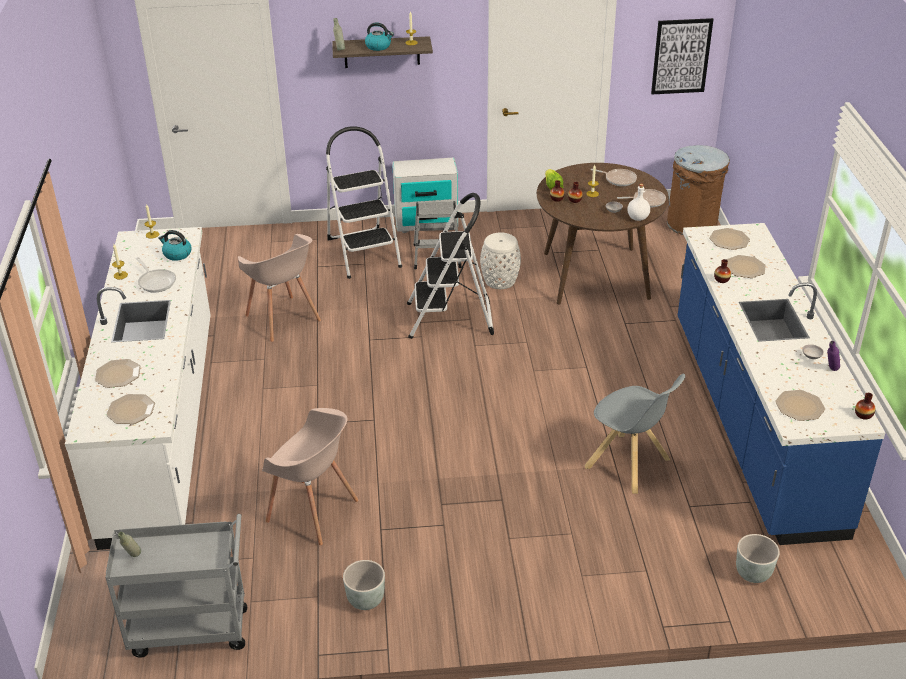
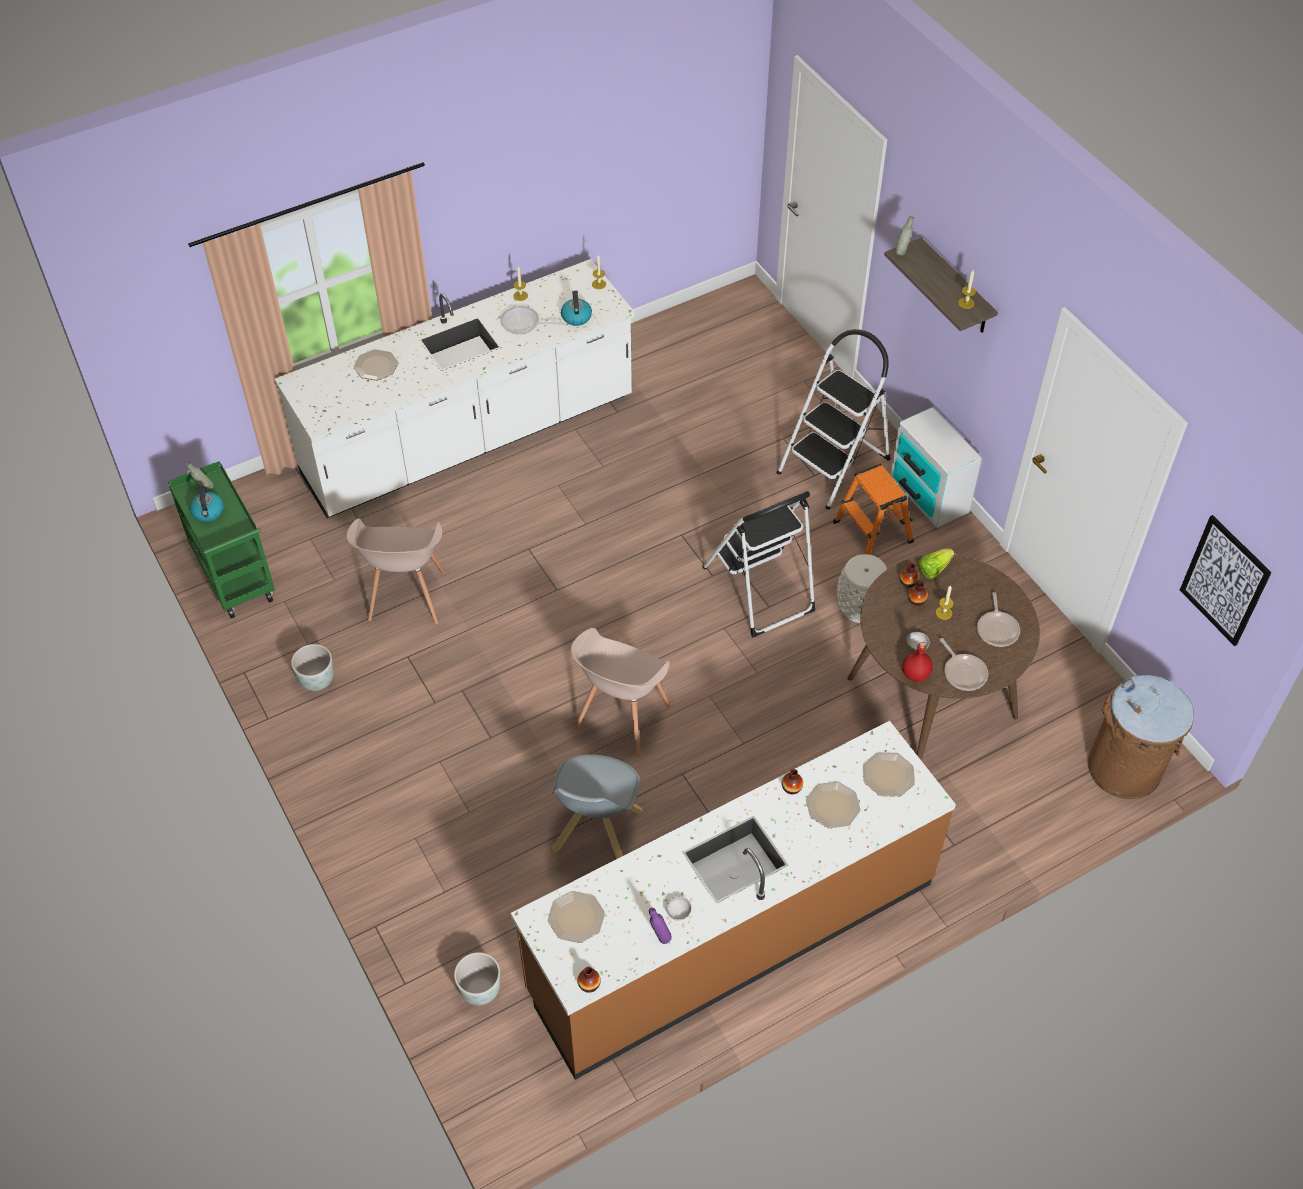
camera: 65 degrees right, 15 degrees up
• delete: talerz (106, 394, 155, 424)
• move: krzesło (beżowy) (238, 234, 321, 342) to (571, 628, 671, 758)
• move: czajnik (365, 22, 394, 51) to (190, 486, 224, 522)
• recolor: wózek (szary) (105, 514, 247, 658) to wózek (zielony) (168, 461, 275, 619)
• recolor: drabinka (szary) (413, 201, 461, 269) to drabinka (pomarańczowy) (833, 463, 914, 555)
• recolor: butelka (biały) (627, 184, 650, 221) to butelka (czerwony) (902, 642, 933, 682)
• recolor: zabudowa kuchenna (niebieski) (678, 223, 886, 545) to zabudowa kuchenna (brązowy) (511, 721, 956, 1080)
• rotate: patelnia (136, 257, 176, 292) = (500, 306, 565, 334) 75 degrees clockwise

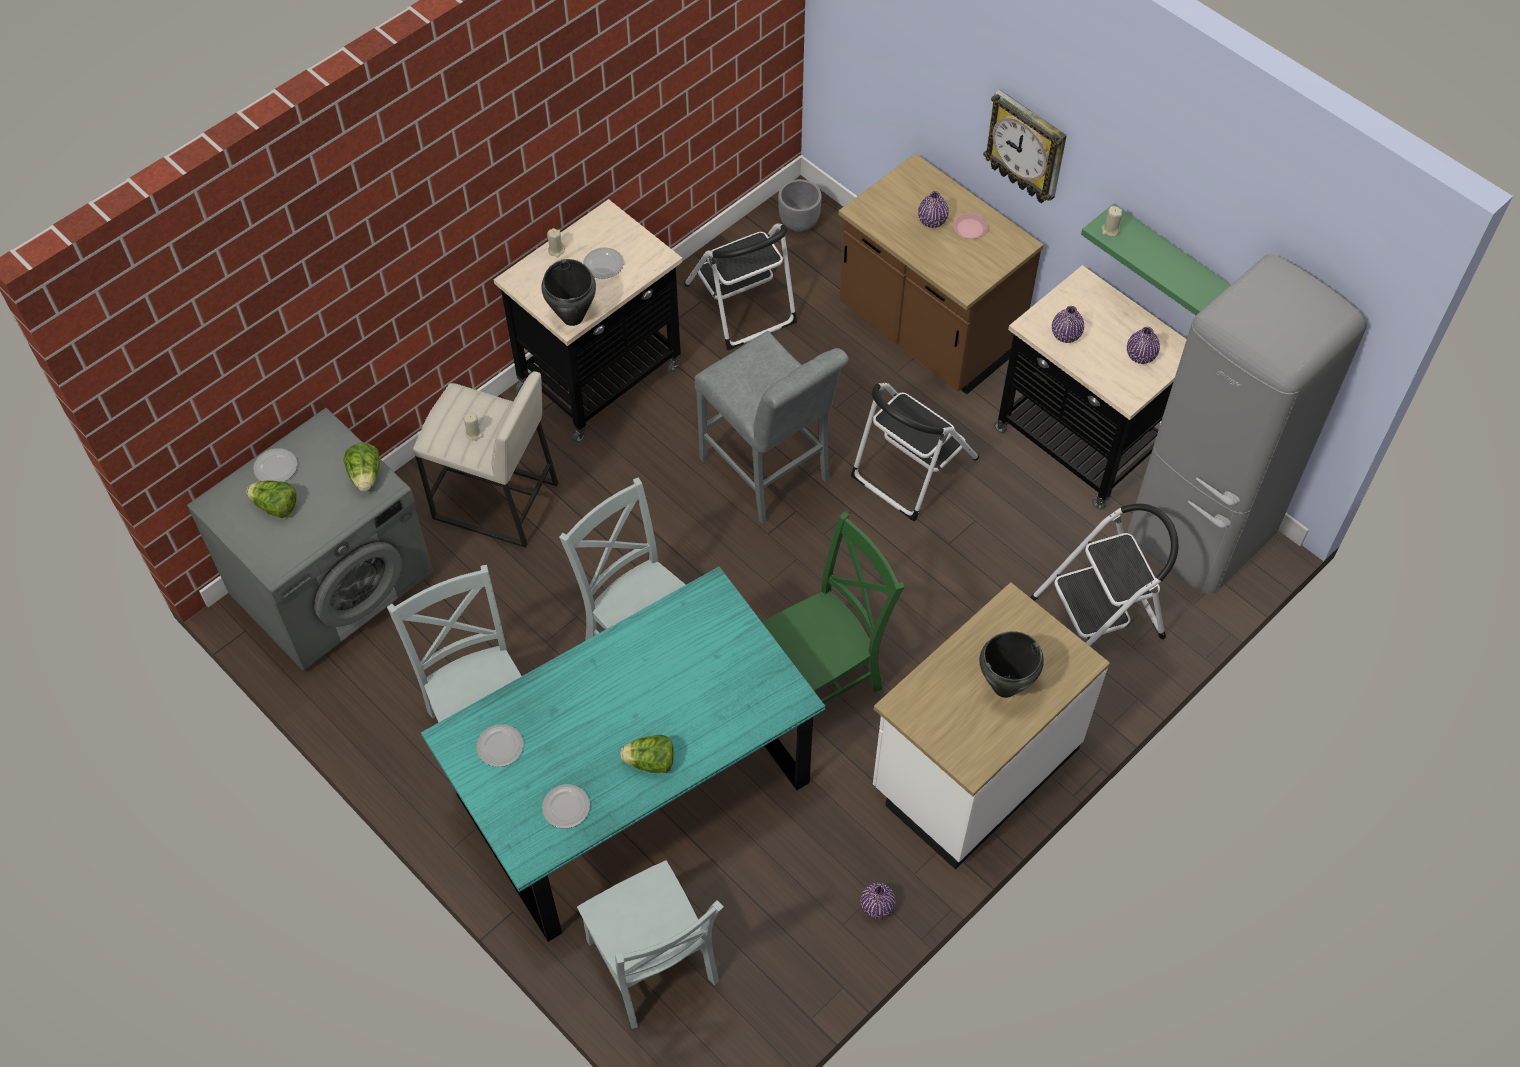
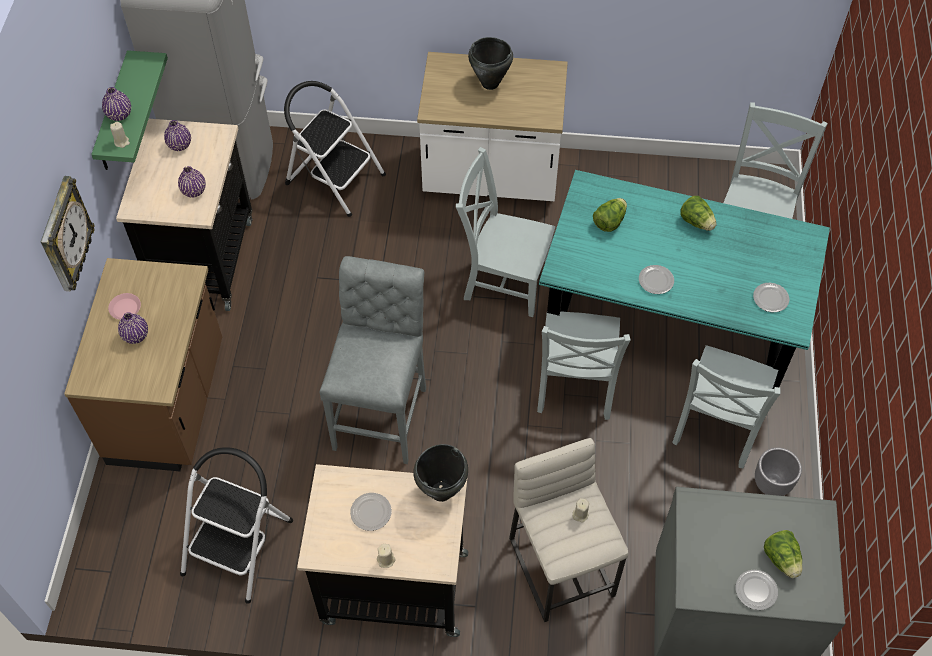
camera: 130 degrees left, 0 degrees up
• delete: drabinka (851, 383, 979, 521)
• move: sałata (343, 443, 380, 491) to (593, 198, 627, 232)
• move: talerz (542, 784, 590, 828) to (639, 265, 674, 294)
• move: donica (szary) (778, 179, 822, 232) to (755, 447, 802, 496)
• move: wazon (fioletowy) (861, 883, 895, 919) to (102, 87, 131, 121)
• recolor: krzesło (zielony) (762, 511, 905, 704) to krzesło (szary) (456, 147, 556, 317)

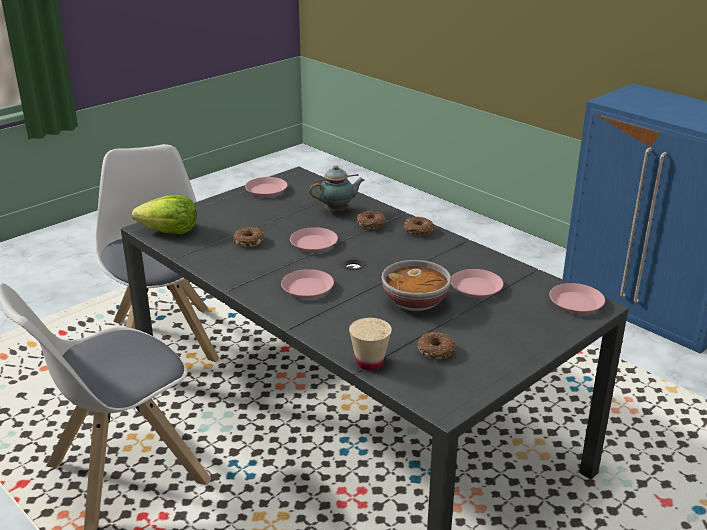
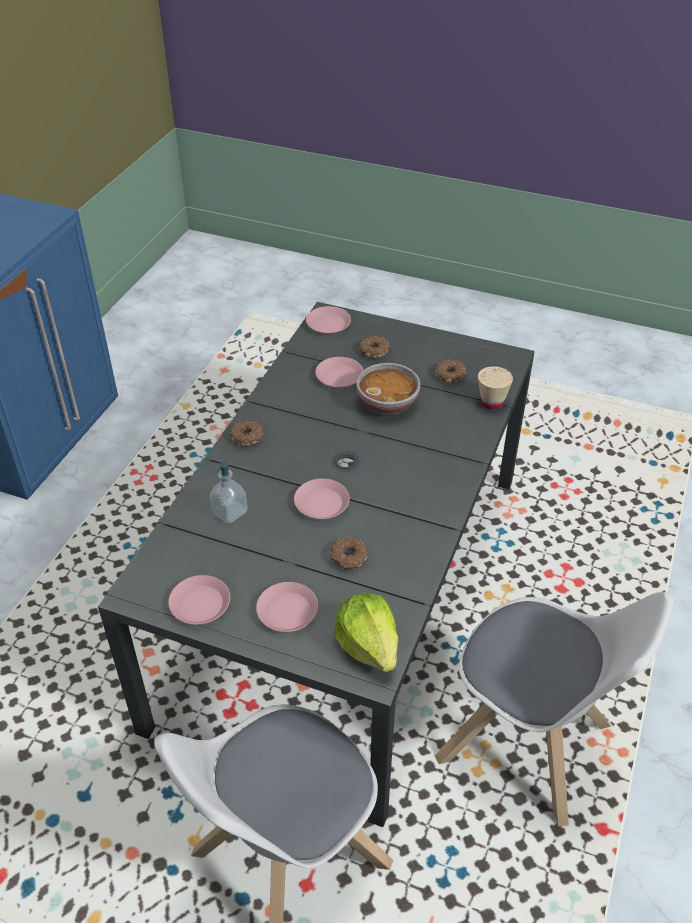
camera: 115 degrees left, 15 degrees up
• move: talerz (różowy) (281, 269, 334, 299) to (256, 582, 318, 632)
• move: donut (357, 211, 386, 229) to (360, 336, 390, 358)
• replace: imbryk (309, 165, 365, 212) to dozownik mydła (210, 461, 248, 523)

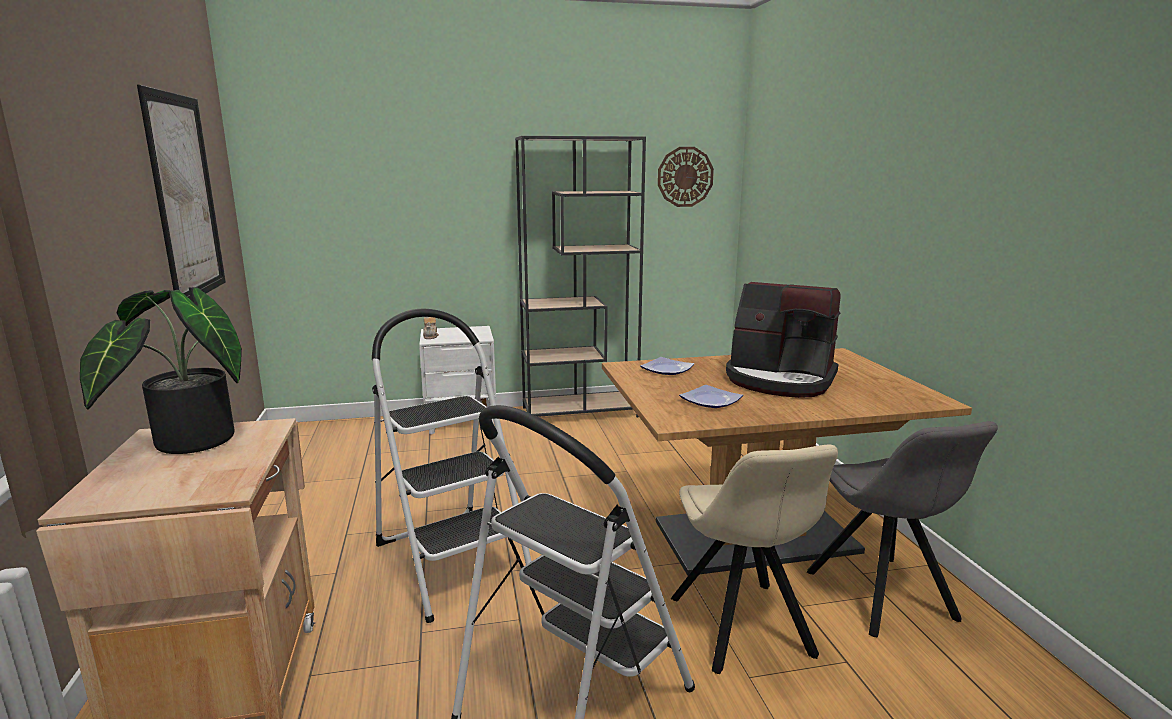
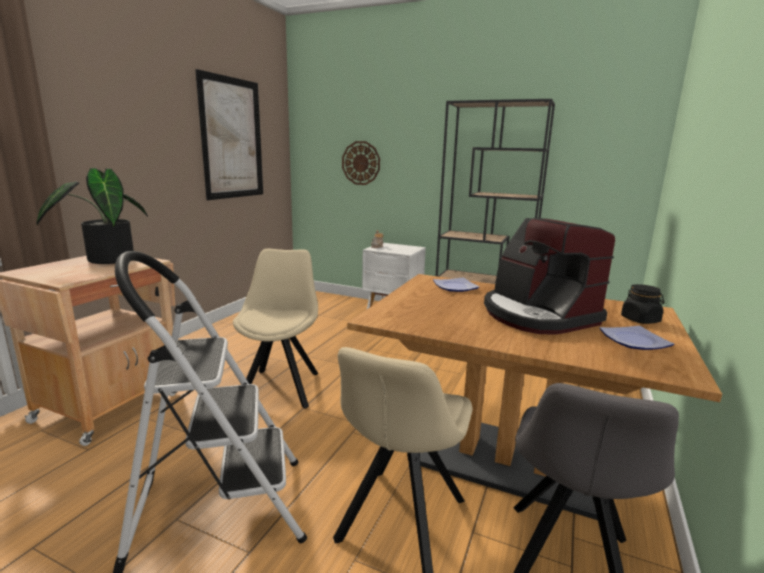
camera: 35 degrees right, 0 degrees up
• insert: słoik (czarny) (621, 284, 664, 324)
• move: zegar ścienny (658, 147, 714, 207) to (342, 141, 380, 185)
• move: talerz (679, 385, 743, 408) to (599, 326, 674, 350)
• replace: drabinka (372, 309, 532, 623) to krzesło (beżowy) (233, 249, 318, 408)

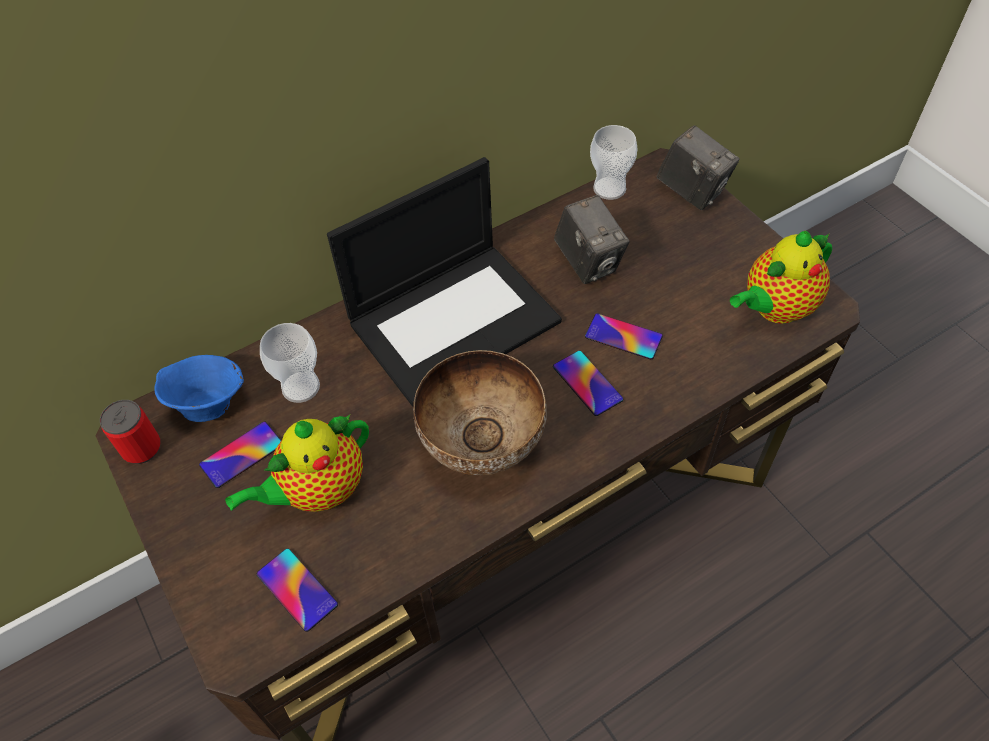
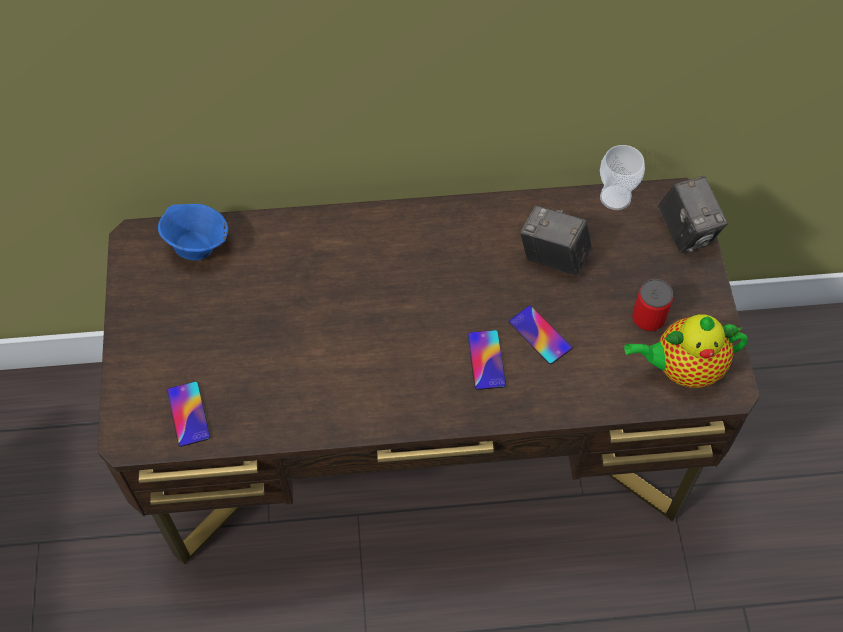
camera: 25 degrees right, 5 degrees up
• delete: telefon (199, 422, 281, 488)
• delete: imbryk (225, 415, 369, 512)
• delete: filiżanka (260, 323, 320, 403)
• delete: laptop (327, 157, 562, 406)
• delete: miska (413, 350, 547, 475)
• move: puszka (100, 400, 161, 464) to (632, 279, 673, 331)
• rotate: aparat fotograficzny (554, 195, 629, 284) = (520, 206, 592, 276) 120 degrees clockwise

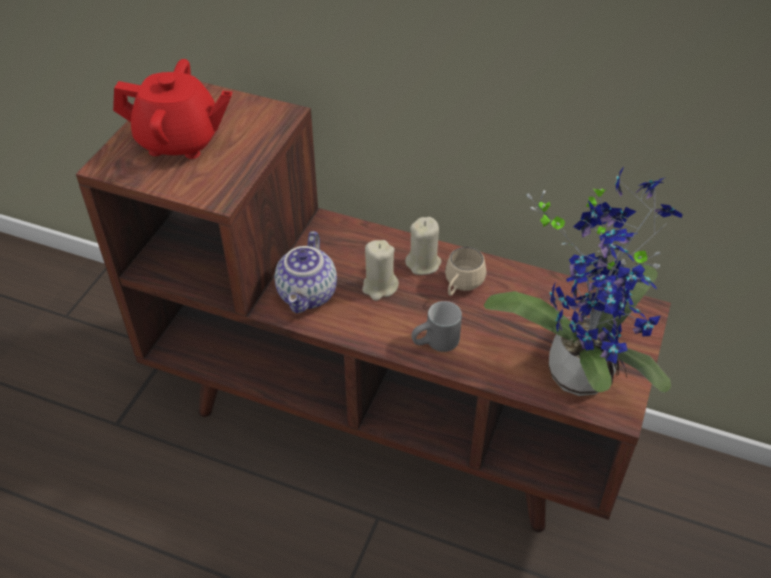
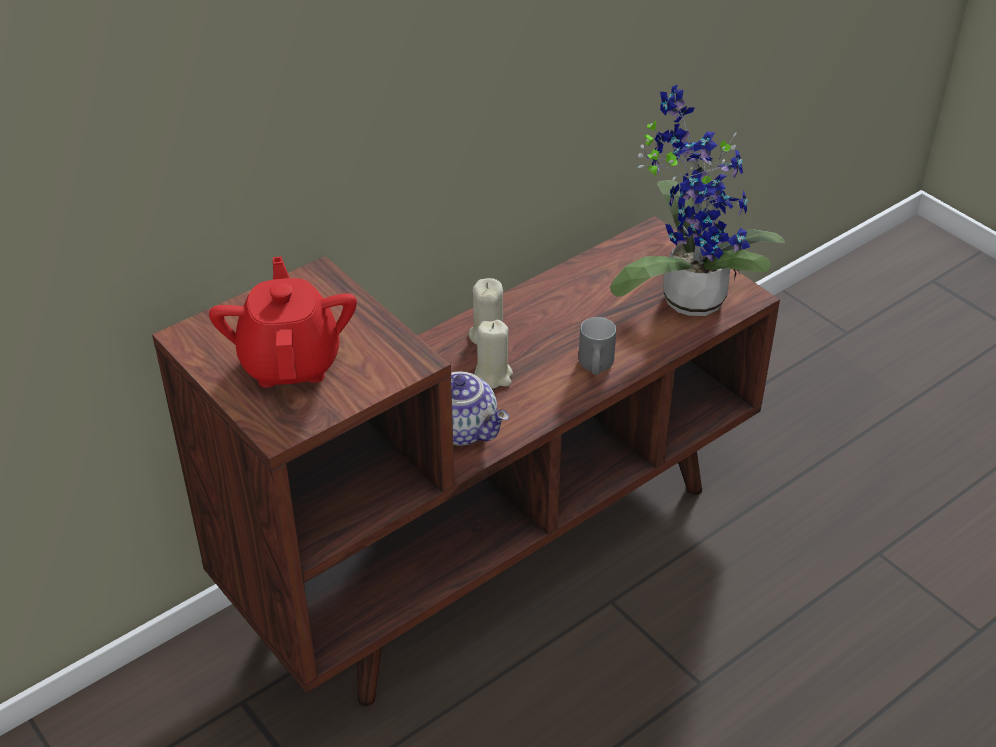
camera: 60 degrees left, 5 degrees down
• delete: kubek (beżowy) (445, 247, 487, 296)
• rotate: imbryk (czerwony) (113, 59, 232, 159) = (209, 256, 357, 388) 45 degrees counterclockwise

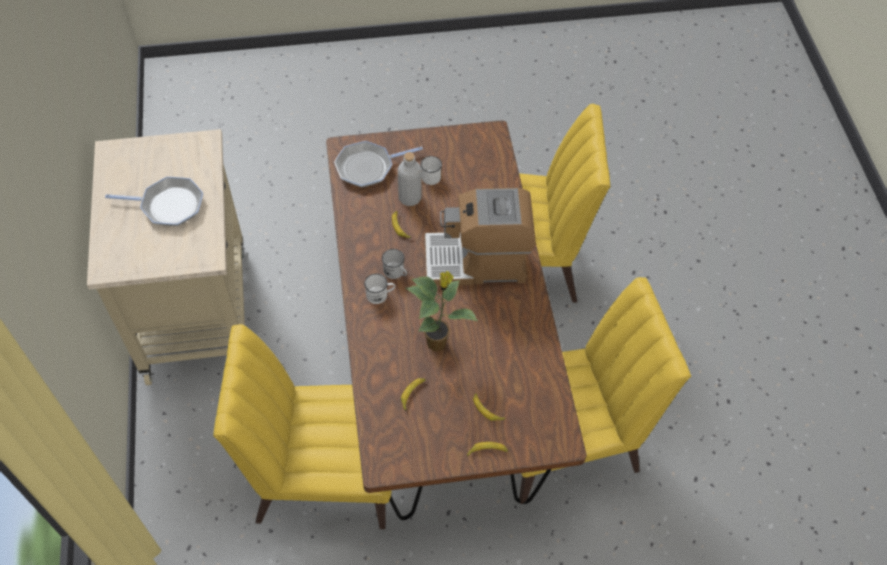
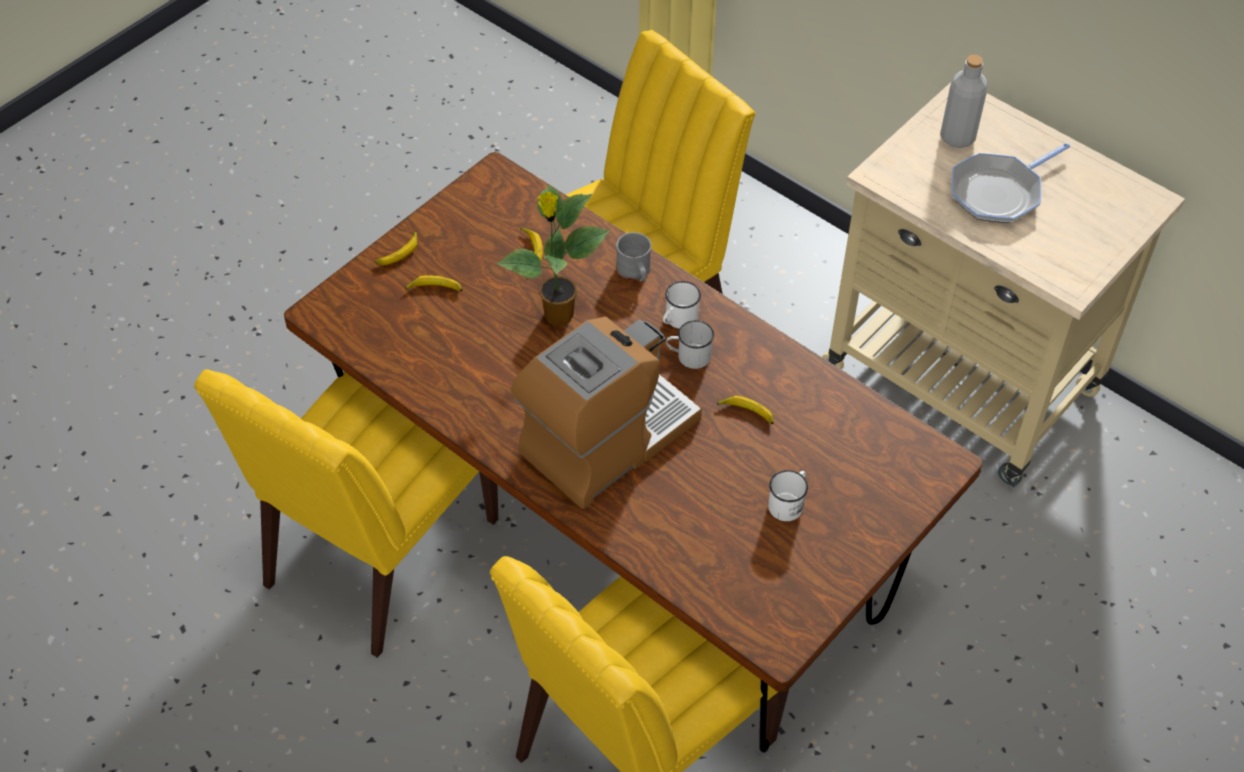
camera: 140 degrees right, 5 degrees down
• delete: patelnia (334, 141, 423, 187)
• insert: kubek (szary) (616, 232, 652, 281)
• move: butelka (szary) (398, 152, 421, 206) to (940, 54, 988, 148)

